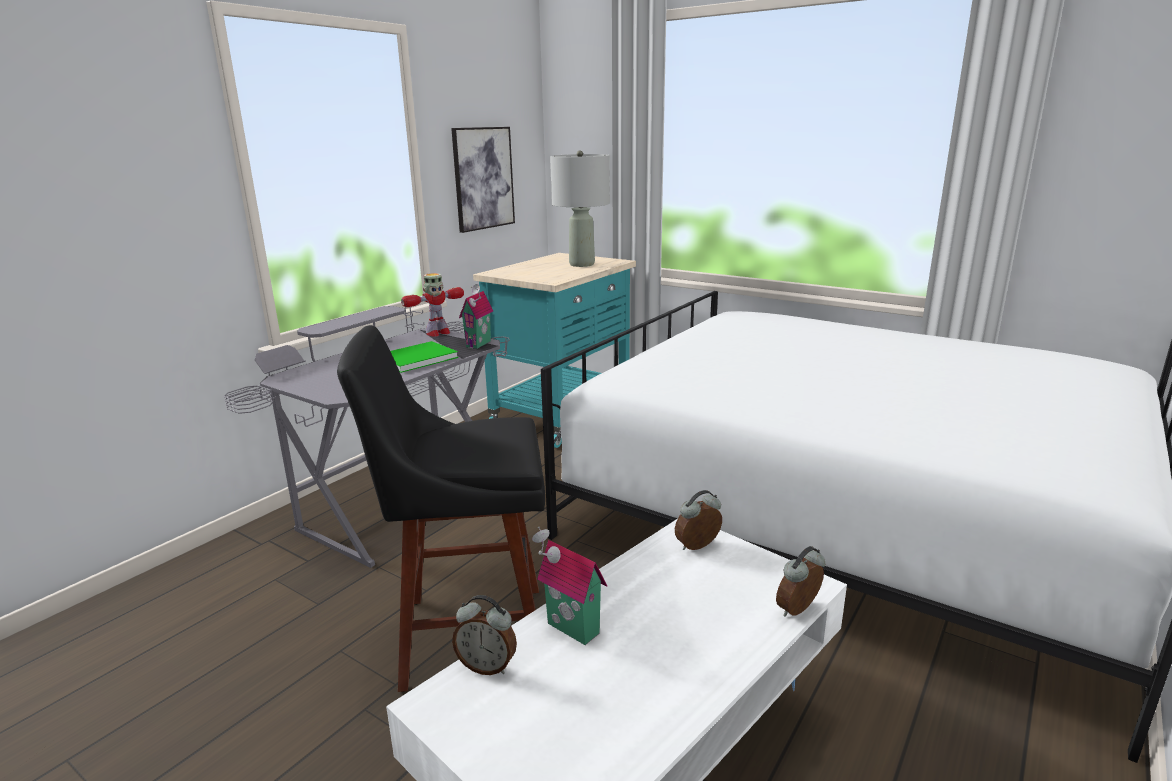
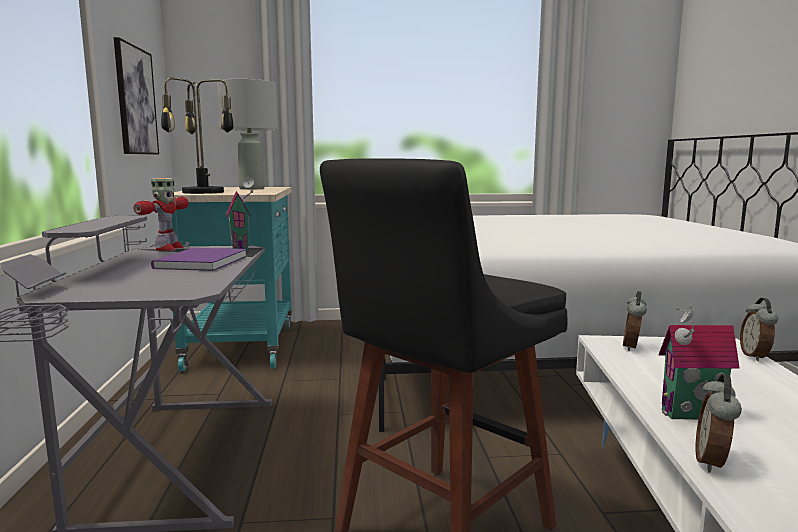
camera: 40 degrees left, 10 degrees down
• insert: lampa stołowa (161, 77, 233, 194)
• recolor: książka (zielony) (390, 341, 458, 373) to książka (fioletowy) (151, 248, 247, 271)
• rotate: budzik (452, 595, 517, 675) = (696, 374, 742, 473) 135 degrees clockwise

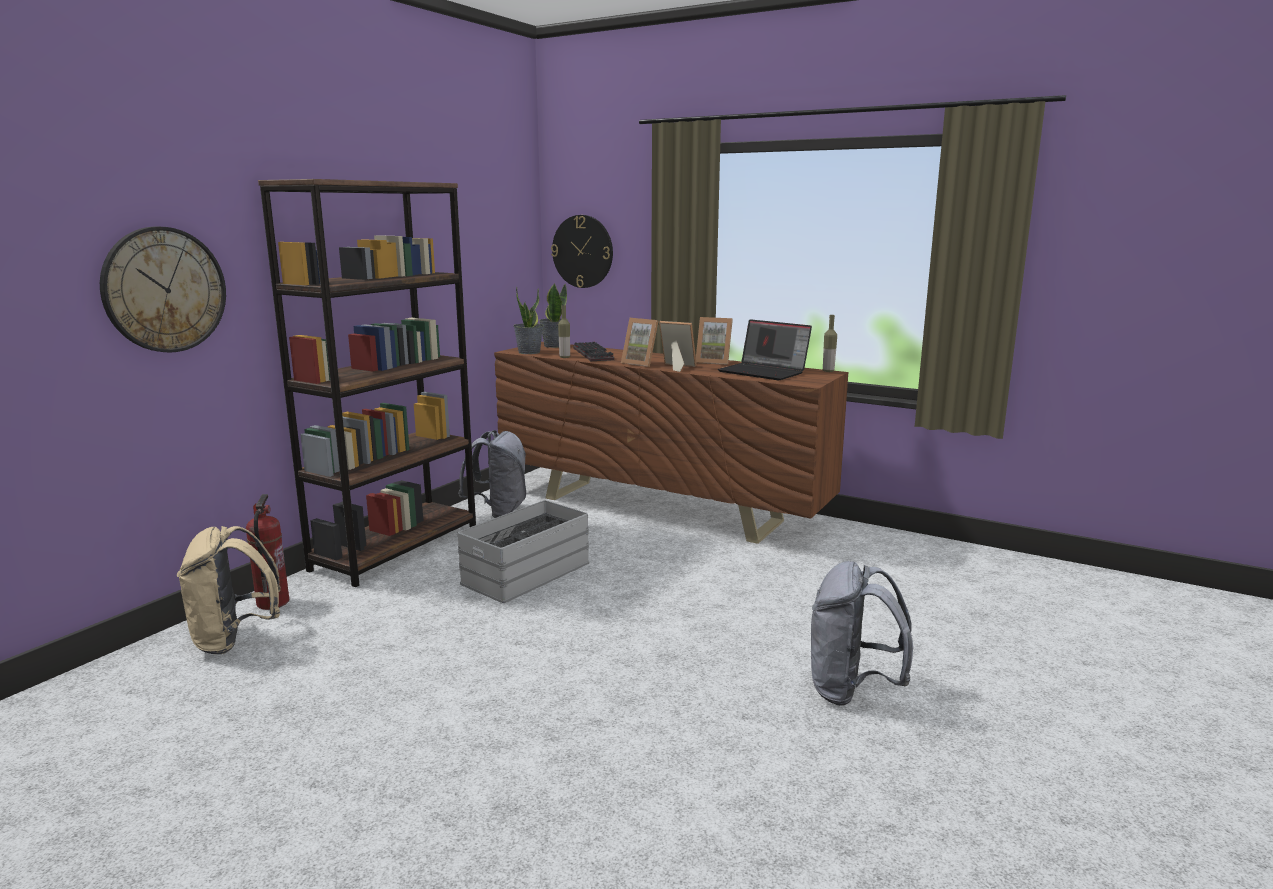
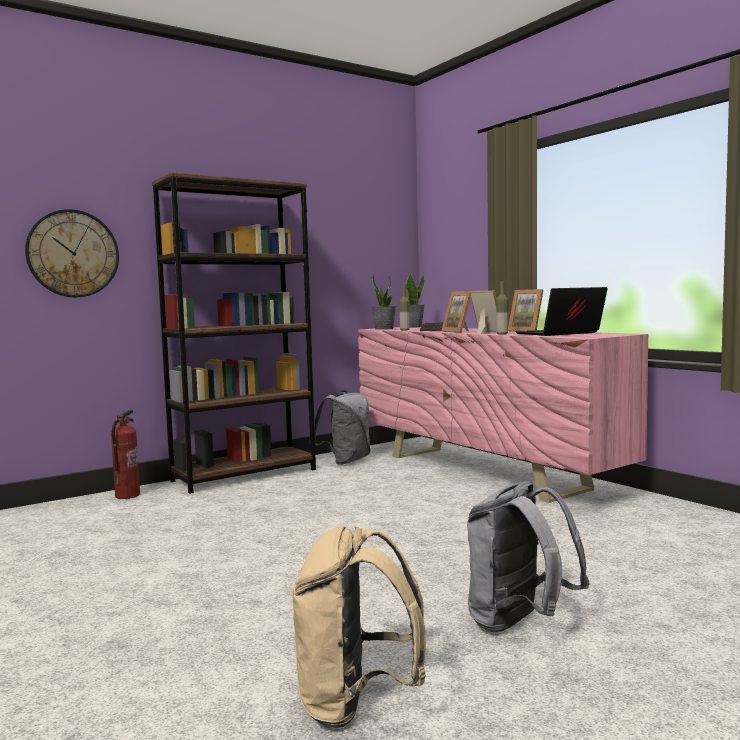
camera: 25 degrees right, 10 degrees down
• delete: pojemnik do przechowywania (szary) (458, 500, 589, 603)
• delete: zegar ścienny (551, 215, 613, 288)
• move: plecak (beżowy) (177, 526, 281, 654) to (290, 526, 426, 728)
• move: butelka (823, 315, 837, 372) to (496, 281, 508, 335)
• recolor: szafka (brązowy) (494, 342, 848, 544) to szafka (różowy) (358, 327, 648, 503)
• rotate: laptop (718, 319, 812, 380) = (516, 287, 608, 336) 90 degrees clockwise

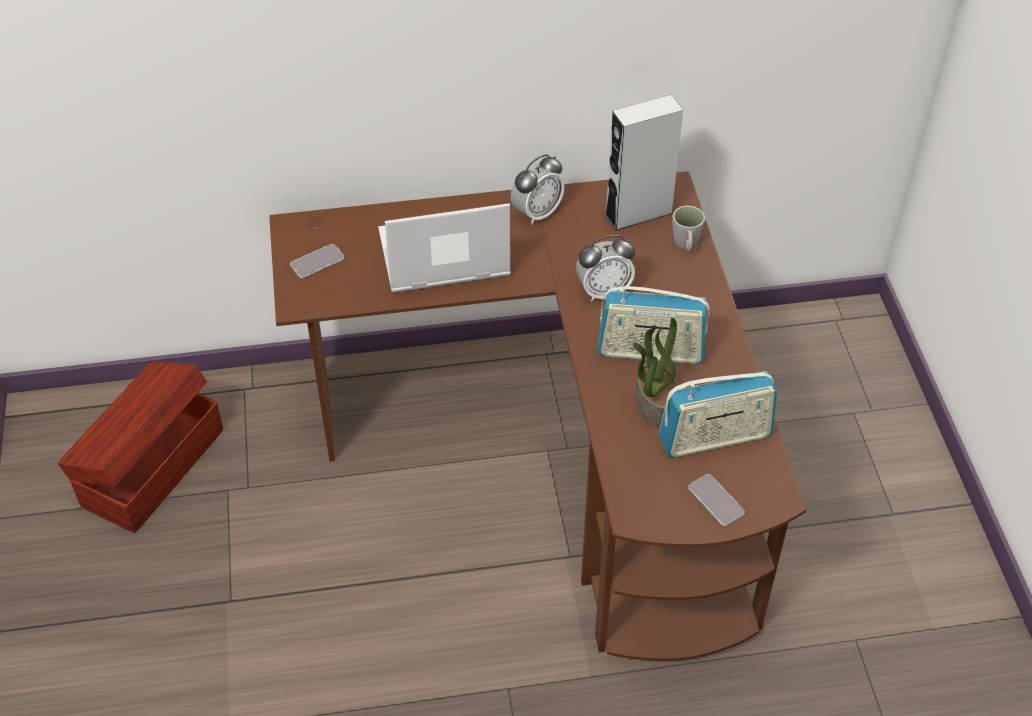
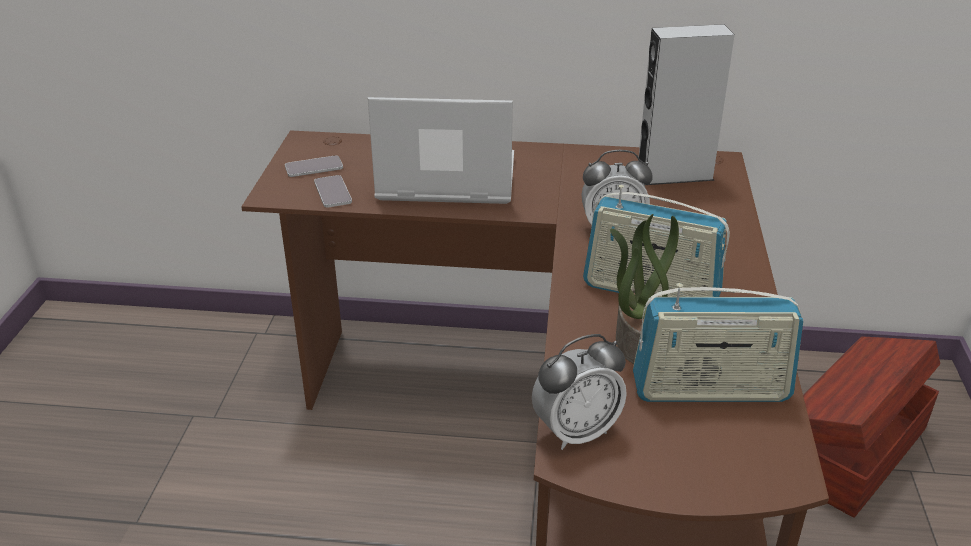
camera: 15 degrees right, 15 degrees down
• delete: kubek (szary) (672, 206, 705, 251)
• move: pojemnik do przechowywania (brązowy) (57, 361, 223, 533) to (803, 337, 940, 517)
• move: budzik (511, 154, 565, 225) to (532, 334, 627, 450)
• move: telefon (688, 474, 745, 526) to (314, 175, 352, 207)

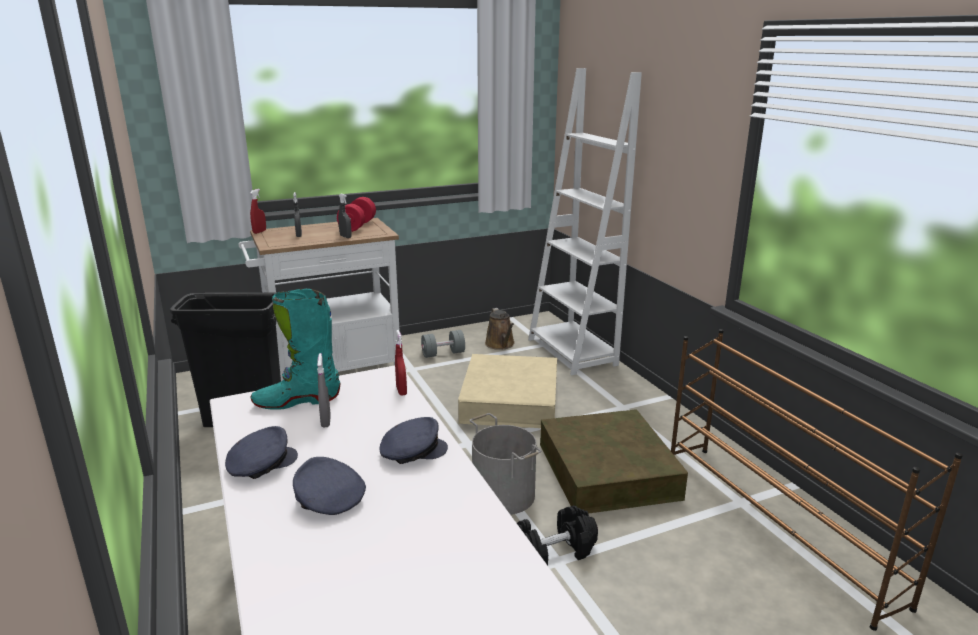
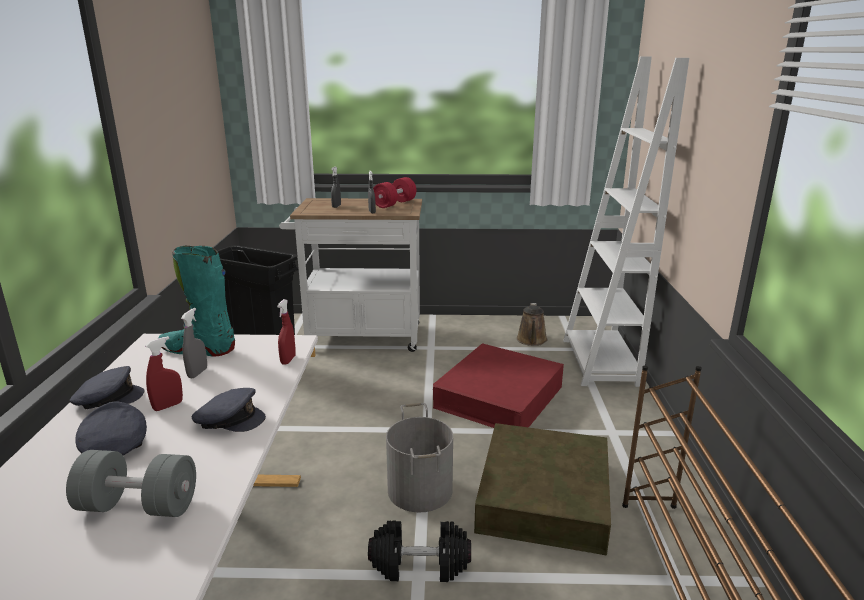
camera: 25 degrees right, 0 degrees up
• move: spryskiwacz (czerwony) (250, 189, 266, 234) to (145, 336, 183, 411)
• move: hantel (szary) (421, 330, 465, 358) to (66, 450, 196, 517)
• recolor: pojemnik do przechowywania (beżowy) (458, 354, 557, 428) to pojemnik do przechowywania (czerwony) (433, 343, 564, 428)

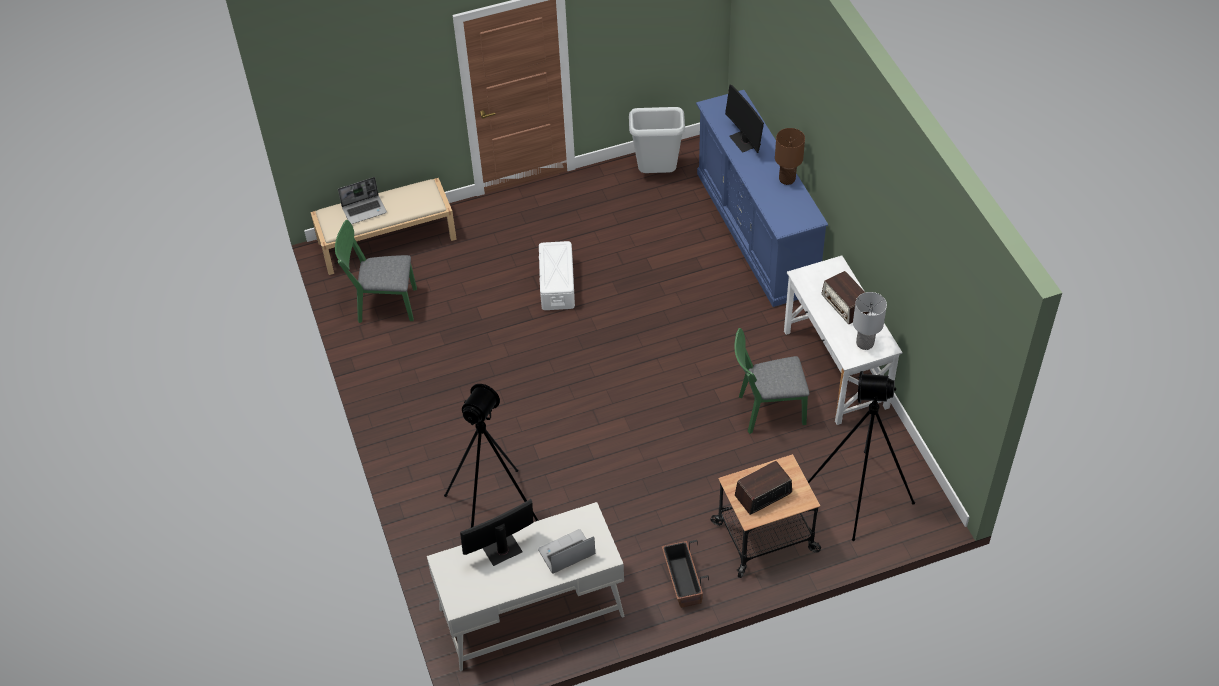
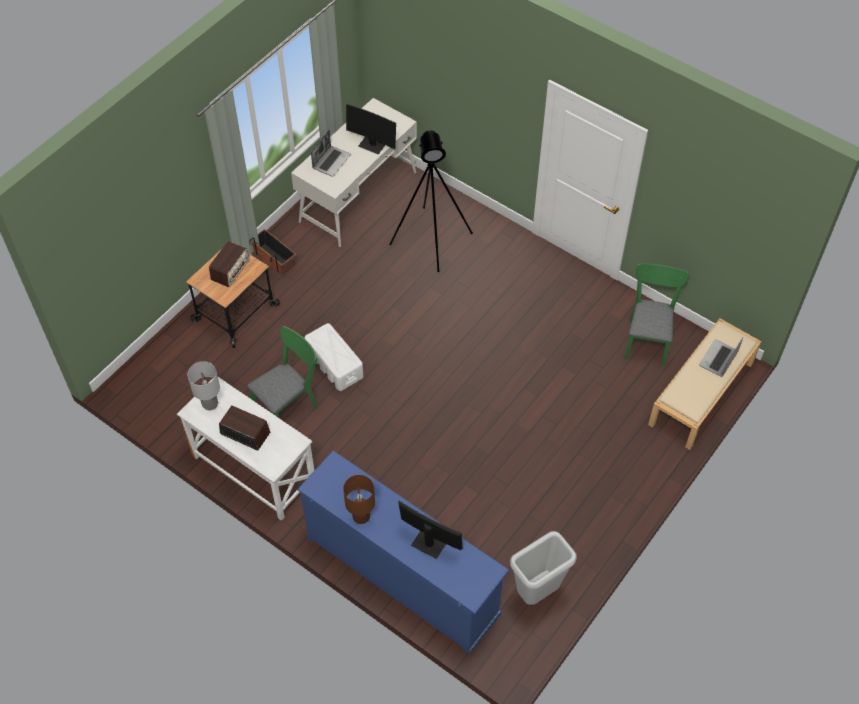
camera: 145 degrees right, 5 degrees up
• delete: lampa stojąca (czarny) (808, 371, 915, 541)
• move: pojemnik do przechowywania (biały) (539, 241, 575, 310) to (305, 323, 363, 391)
• rotate: krzesło (zielony) (335, 220, 417, 323) = (624, 263, 689, 366) 45 degrees counterclockwise
• rotate: monitor (460, 499, 533, 566) = (346, 104, 396, 155) 90 degrees clockwise

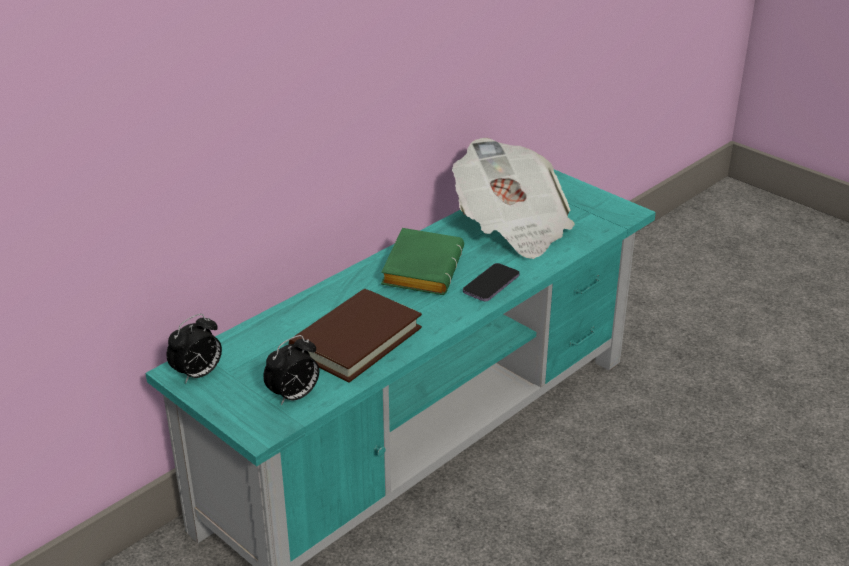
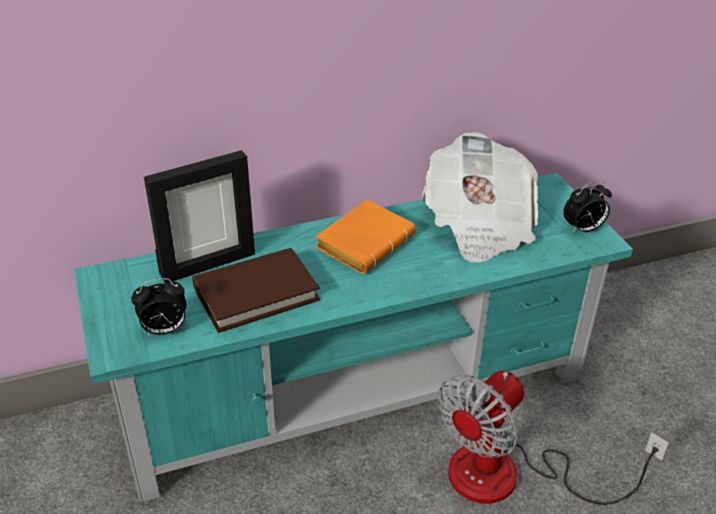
camera: 25 degrees right, 5 degrees up
• delete: telefon (463, 263, 519, 301)
• insert: ramka na zdjęcie (144, 150, 255, 284)
• insert: wentylator (438, 371, 669, 505)
• move: budzik (166, 314, 222, 384) to (563, 181, 612, 233)
• recolor: książka (zielony) (381, 228, 464, 295) to książka (pomarańczowy) (315, 200, 416, 274)

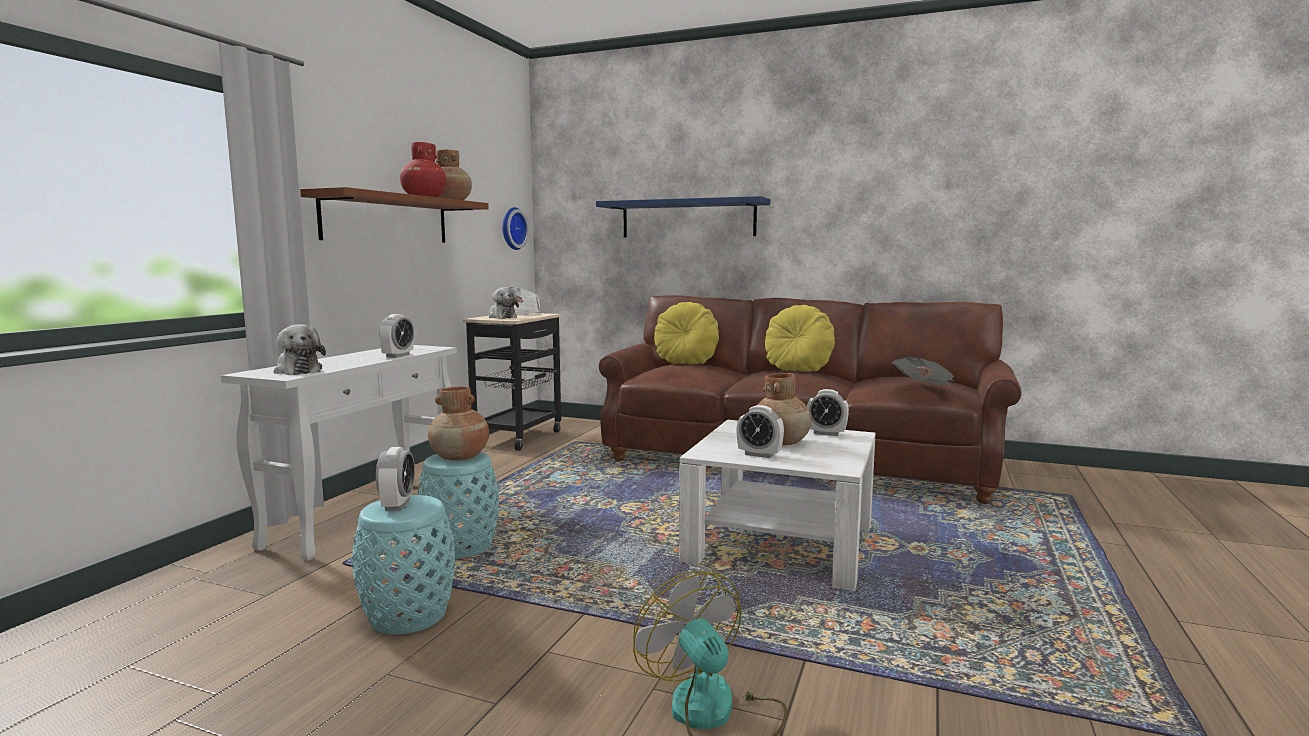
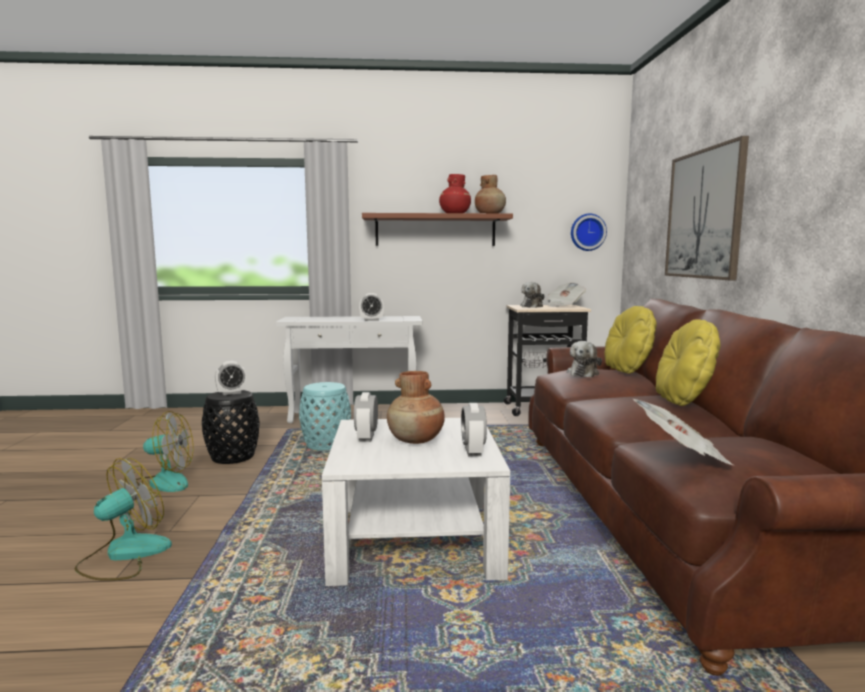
camera: 65 degrees right, 0 degrees up
• delete: wazon (brązowy) (428, 386, 489, 460)
• insert: wentylator (128, 411, 194, 500)
• move: pluszak (274, 324, 326, 375) to (567, 341, 602, 378)
• replace: półka (niebieski) (596, 196, 770, 237) to obraz (665, 136, 749, 280)
• recolor: stołek (turkusowy) (352, 495, 455, 635) to stołek (czarny) (202, 390, 260, 464)

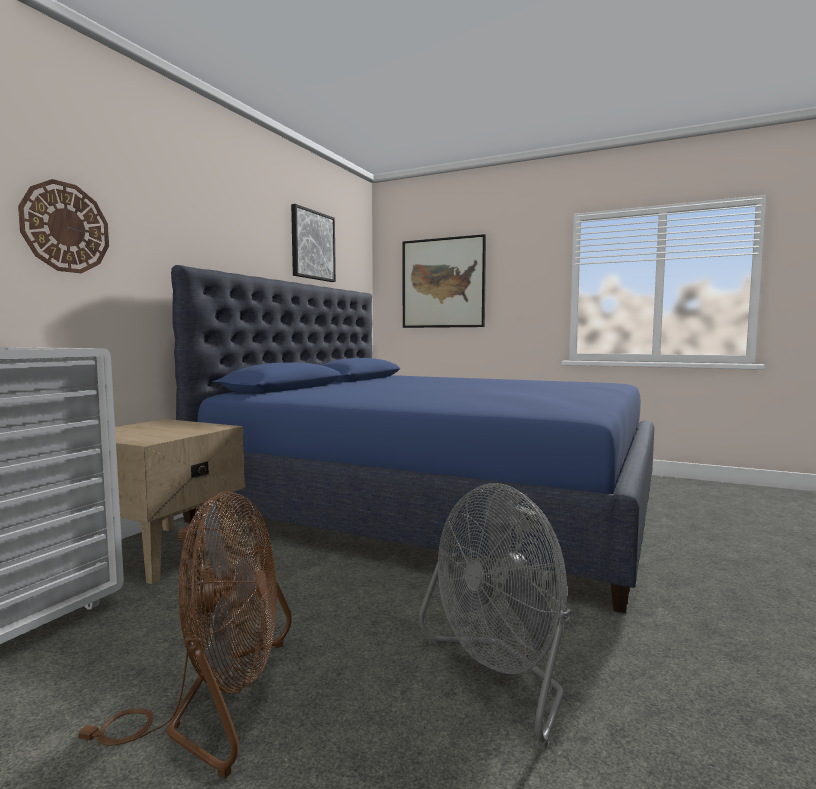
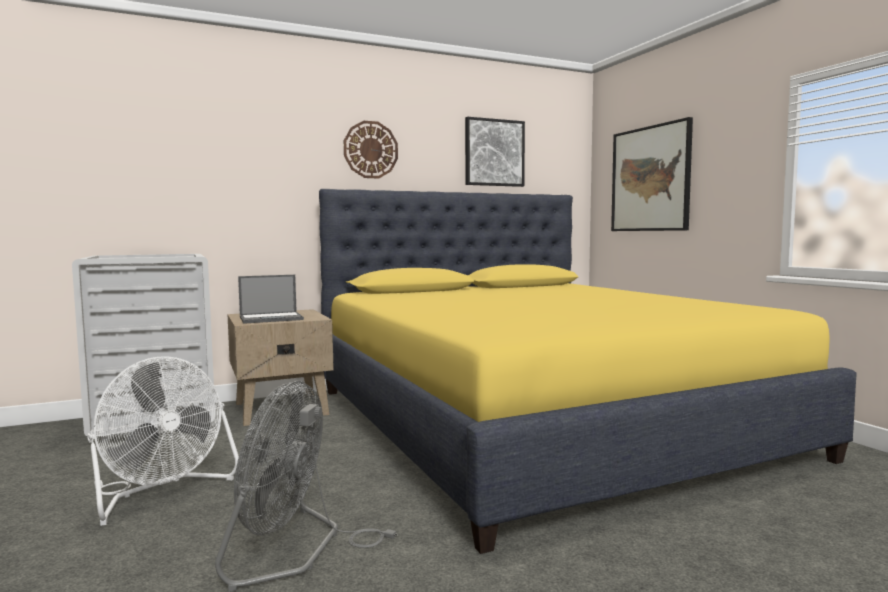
camera: 40 degrees right, 0 degrees up
• insert: laptop (238, 275, 304, 324)
• move: zegar ścienny (18, 179, 109, 273) to (344, 121, 398, 179)
• recolor: wentylator (brązowy) (78, 491, 292, 779) to wentylator (biały) (87, 356, 239, 526)
• recolor: łóżko (niebieski) (171, 265, 654, 613) to łóżko (żółty) (319, 189, 857, 554)

